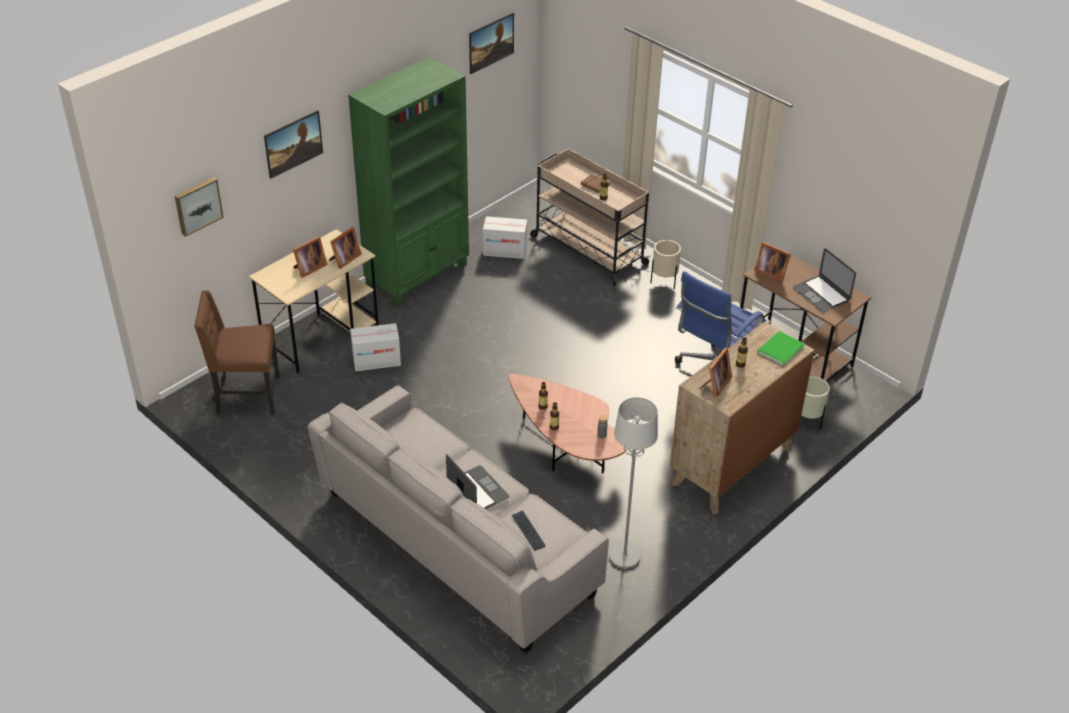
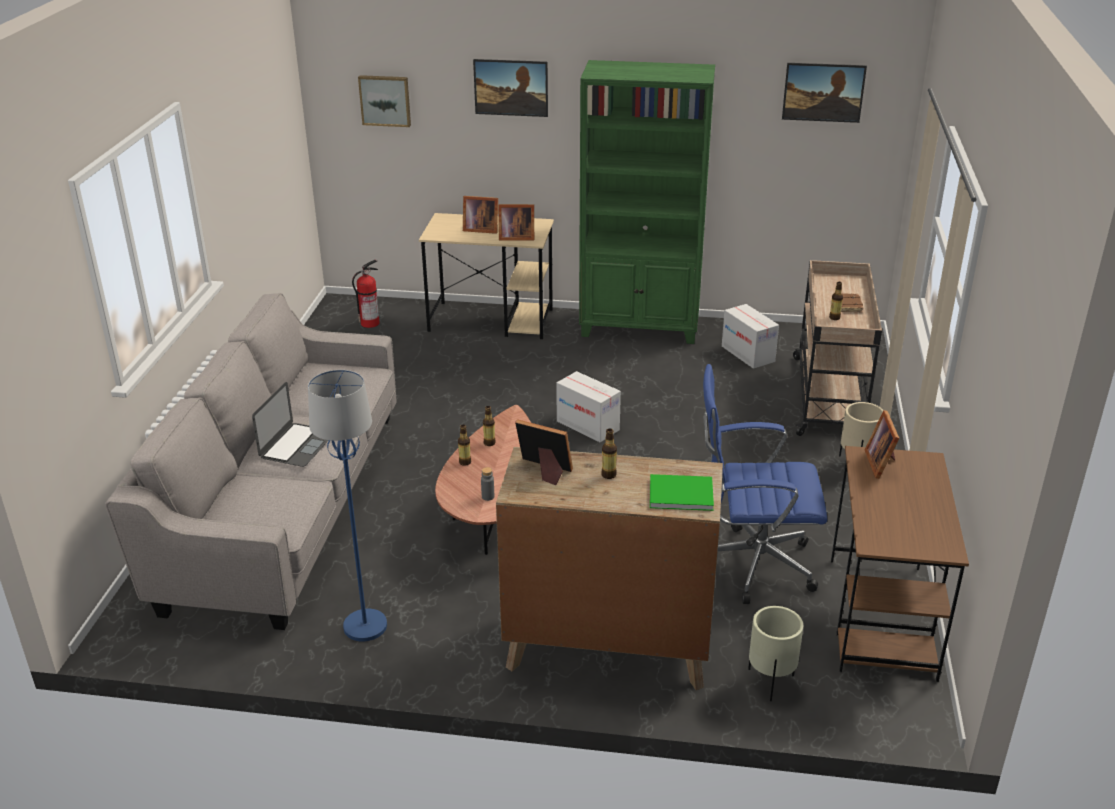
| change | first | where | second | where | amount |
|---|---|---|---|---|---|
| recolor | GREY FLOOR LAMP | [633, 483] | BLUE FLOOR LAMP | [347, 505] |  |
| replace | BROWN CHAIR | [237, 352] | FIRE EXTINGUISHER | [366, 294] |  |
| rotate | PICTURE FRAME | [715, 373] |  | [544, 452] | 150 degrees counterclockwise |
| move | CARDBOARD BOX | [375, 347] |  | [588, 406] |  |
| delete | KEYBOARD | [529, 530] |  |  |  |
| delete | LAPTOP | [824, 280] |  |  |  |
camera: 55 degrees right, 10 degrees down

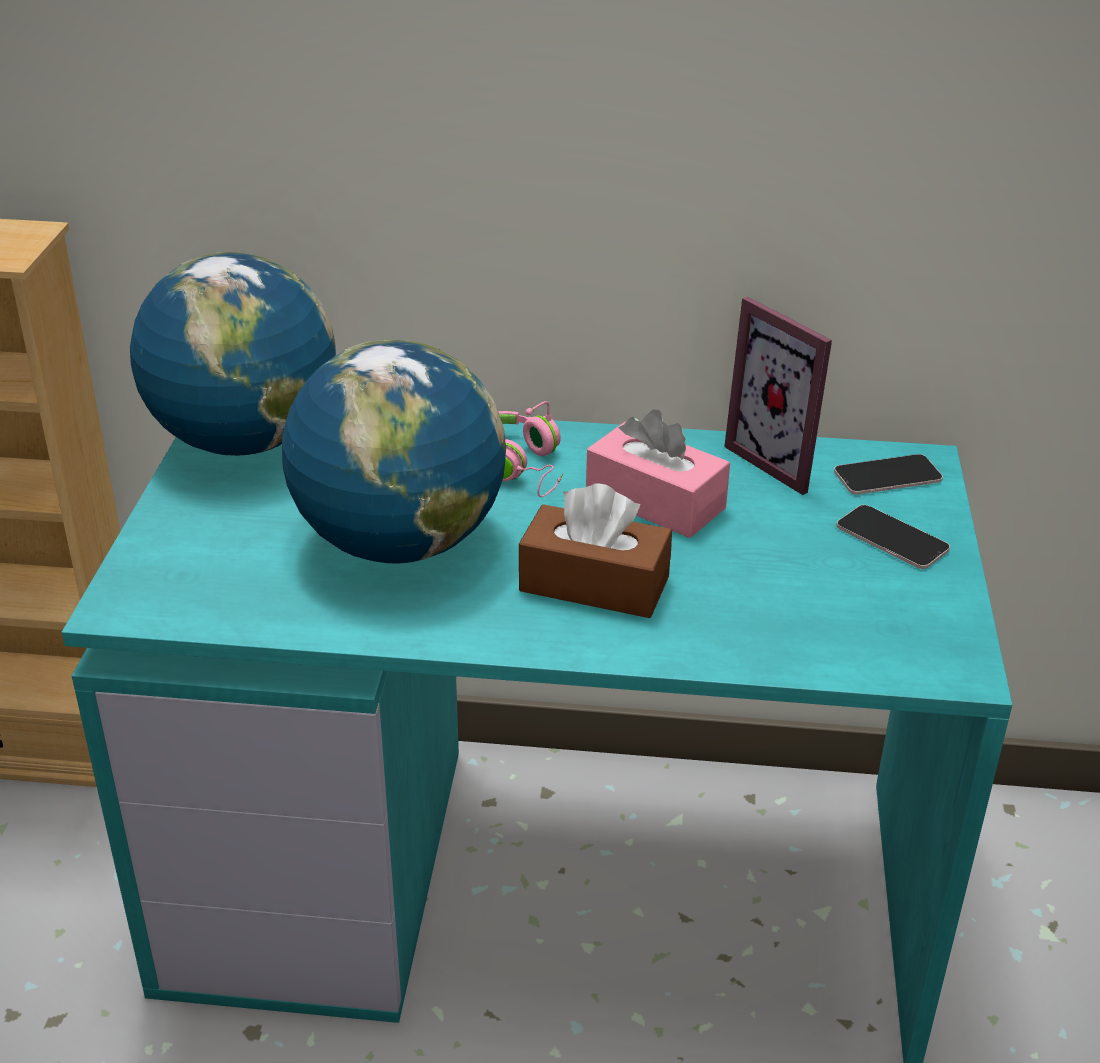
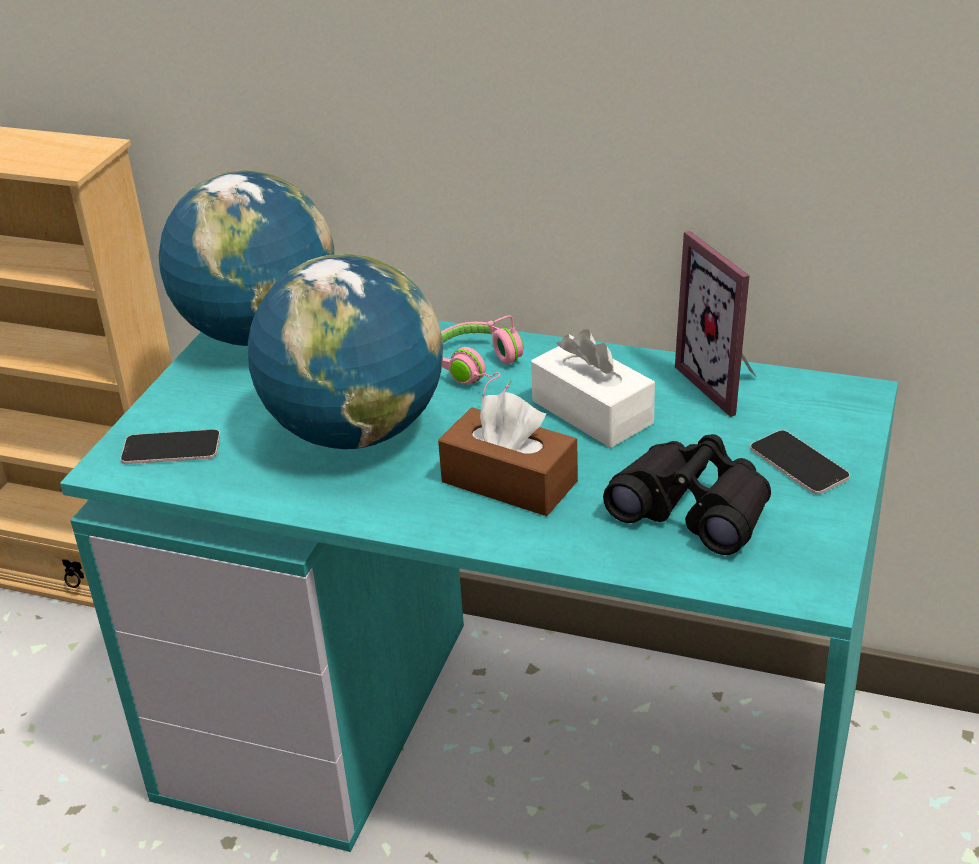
| change | first | where | second | where | amount |
|---|---|---|---|---|---|
| move | PHONE | [888, 474] |  | [170, 446] |  |
| recolor | PINK TISSUE BOX | [658, 474] | WHITE TISSUE BOX | [593, 388] |  |
| insert |  |  | BLACK BINOCULARS | [687, 494] |  |
camera: 15 degrees right, 0 degrees up

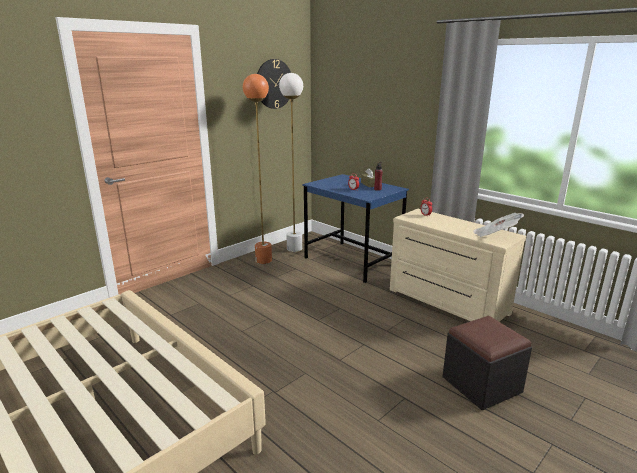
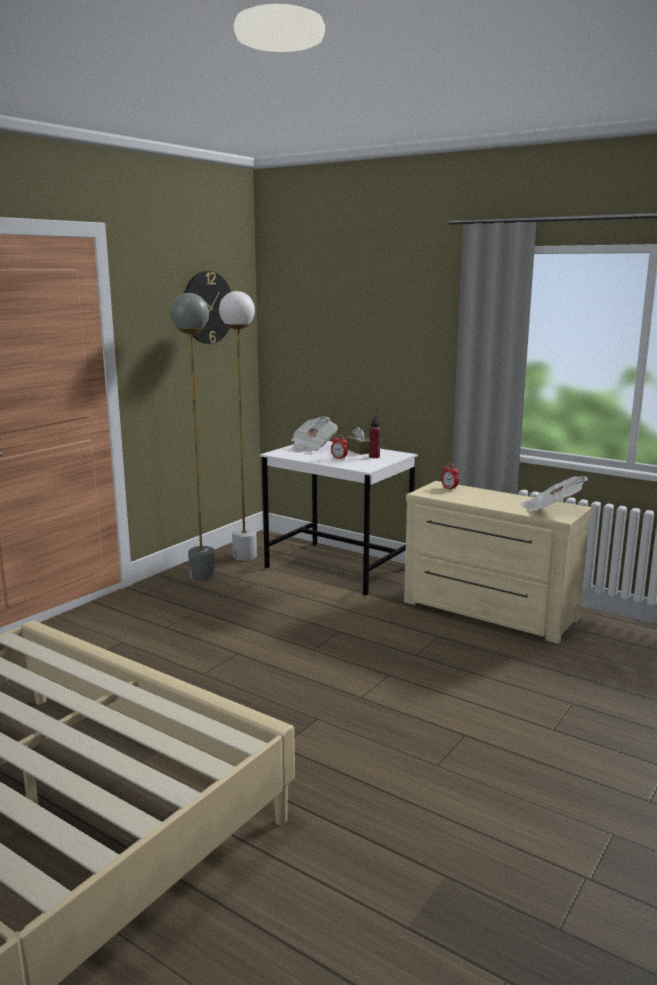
| change | first | where | second | where | amount |
|---|---|---|---|---|---|
| recolor | ORANGE FLOOR LAMP | [257, 169] | GREY FLOOR LAMP | [192, 436] |  |
| recolor | BLUE DESK | [355, 228] | WHITE DESK | [339, 518] |  |
| insert |  |  | NEWSPAPER | [314, 435] |  |
| delete | BLACK OTTOMAN | [487, 363] |  |  |  |
camera: 10 degrees left, 5 degrees down

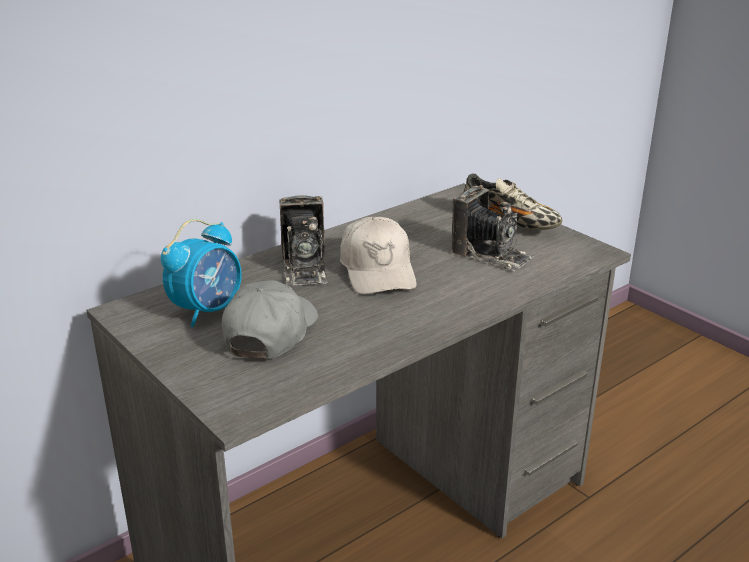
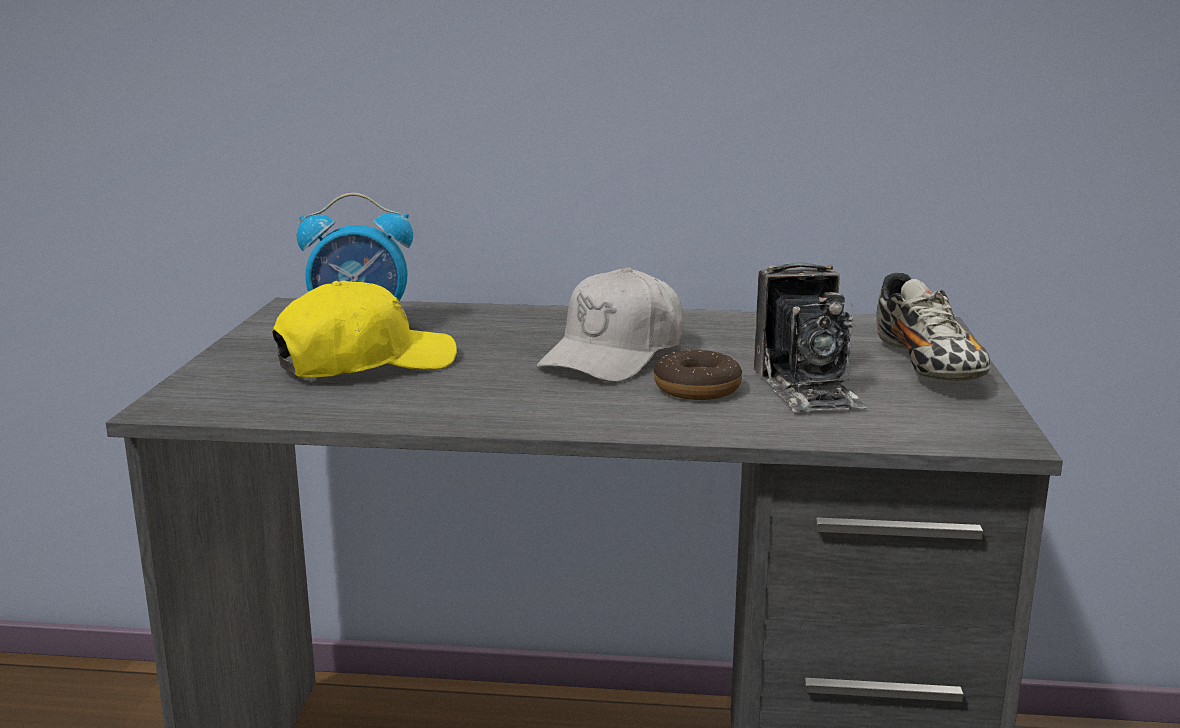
| change | first | where | second | where | amount |
|---|---|---|---|---|---|
| recolor | GREY CAP | [270, 319] | YELLOW CAP | [364, 329] |  |
| insert |  |  | DONUT | [698, 375] |  |
| delete | PHOTO CAMERA | [304, 240] |  |  |  |
camera: 45 degrees right, 10 degrees down

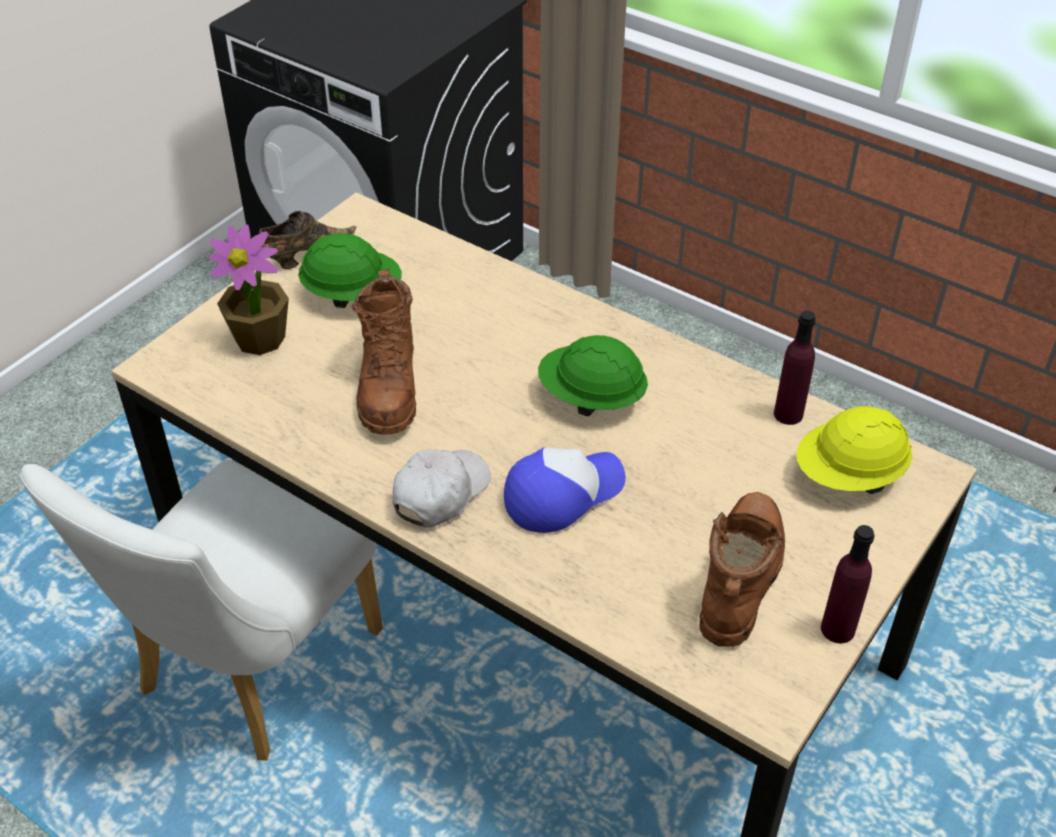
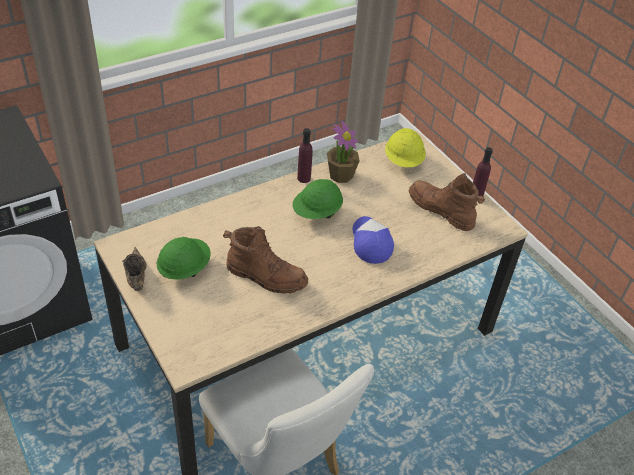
| change | first | where | second | where | amount |
|---|---|---|---|---|---|
| move | PURPLE BOTTLE | [795, 368] |  | [305, 155] |  |
| move | POTTED PLANT | [249, 289] |  | [343, 151] |  |
| delete | WHITE CAP | [441, 489] |  |  |  |
camera: 70 degrees left, 0 degrees up

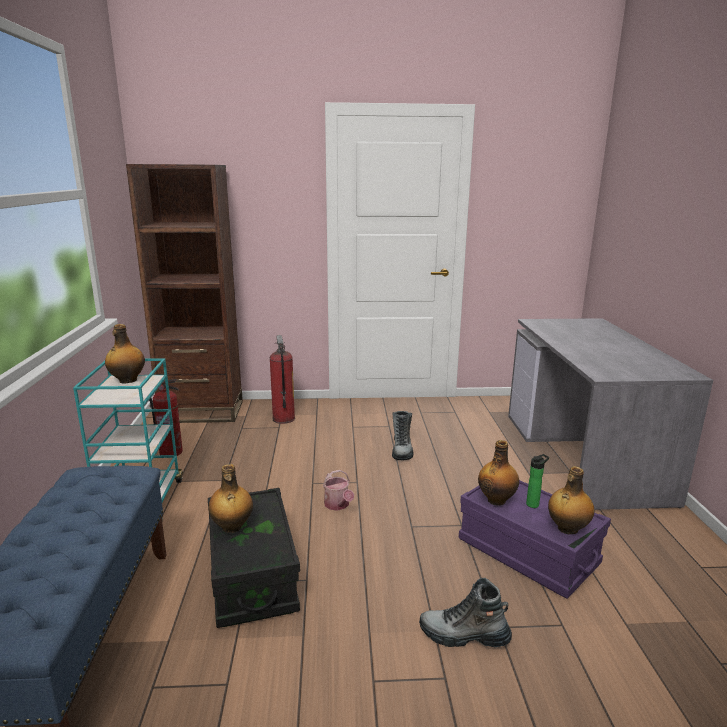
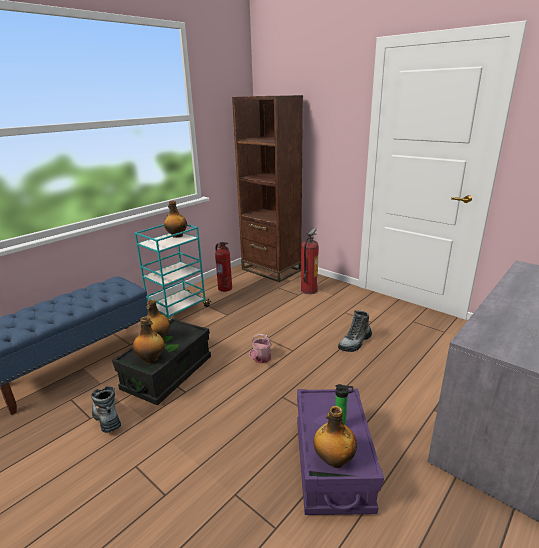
| change | first | where | second | where | amount |
|---|---|---|---|---|---|
| move | BOOT | [465, 612] |  | [106, 409] |  |
| move | BOTTLE | [498, 473] |  | [148, 340] |  |
camera: 45 degrees right, 5 degrees up

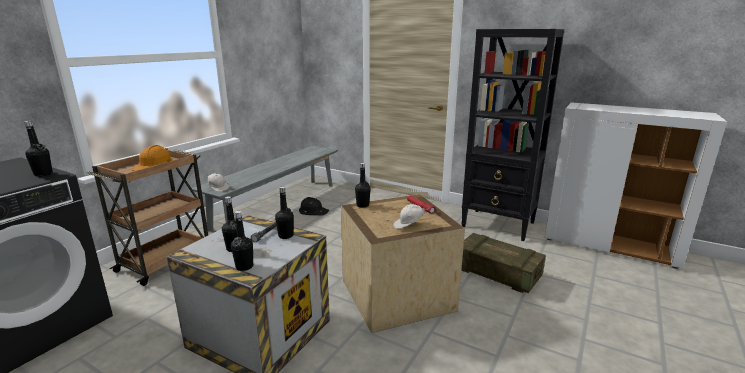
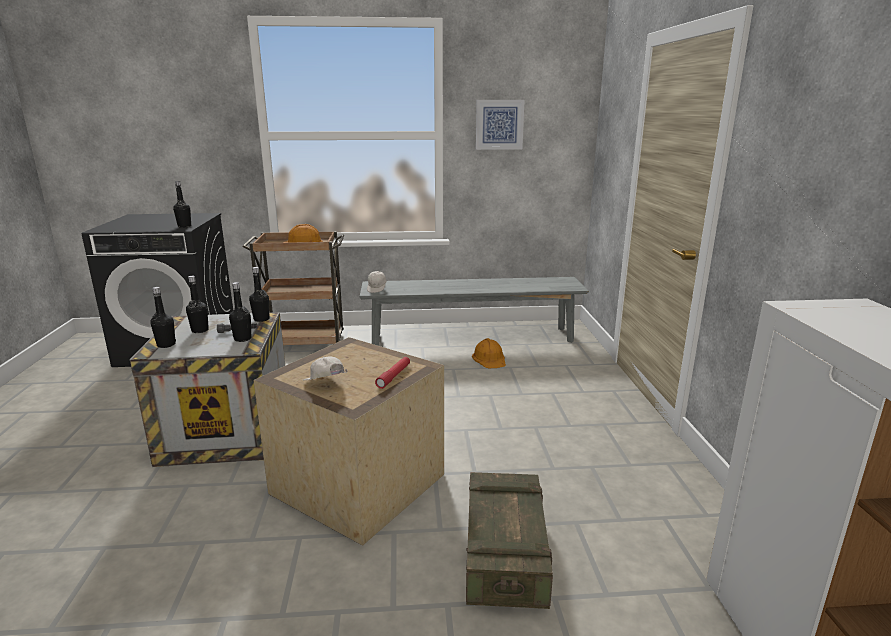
| change | first | where | second | where | amount |
|---|---|---|---|---|---|
| move | BLACK BOTTLE | [363, 185] |  | [259, 294] |  |
| recolor | BLACK HARD HAT | [314, 206] | ORANGE HARD HAT | [489, 353] |  |
| insert |  |  | PICTURE | [500, 125] |  |
| delete | BLACK BOOKCASE | [512, 135] |  |  |  |
camera: 55 degrees right, 0 degrees up

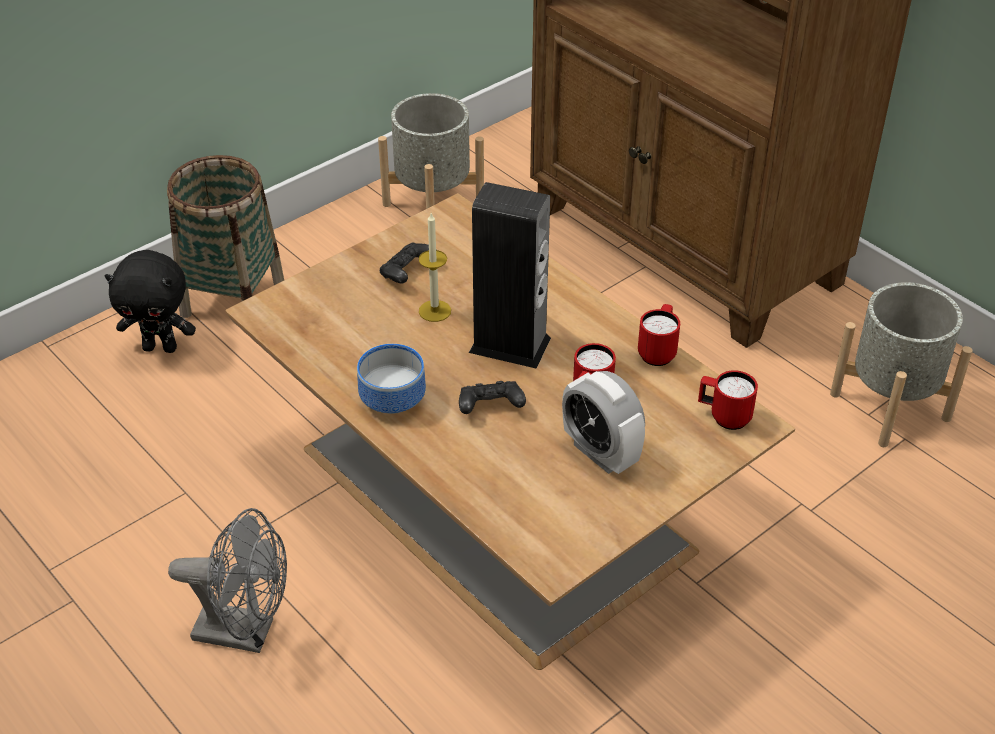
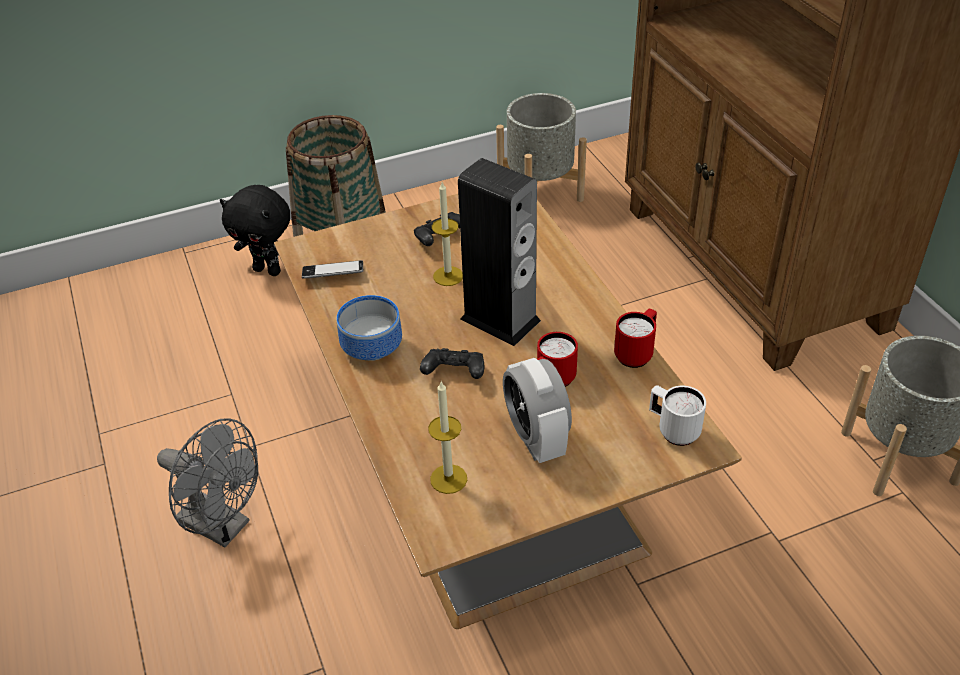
| change | first | where | second | where | amount |
|---|---|---|---|---|---|
| insert |  |  | PHONE | [332, 269] |  |
| insert |  |  | CANDLE | [447, 438] |  |
| recolor | RED MUG | [728, 400] | WHITE MUG | [677, 416] |  |
camera: 20 degrees right, 0 degrees up

